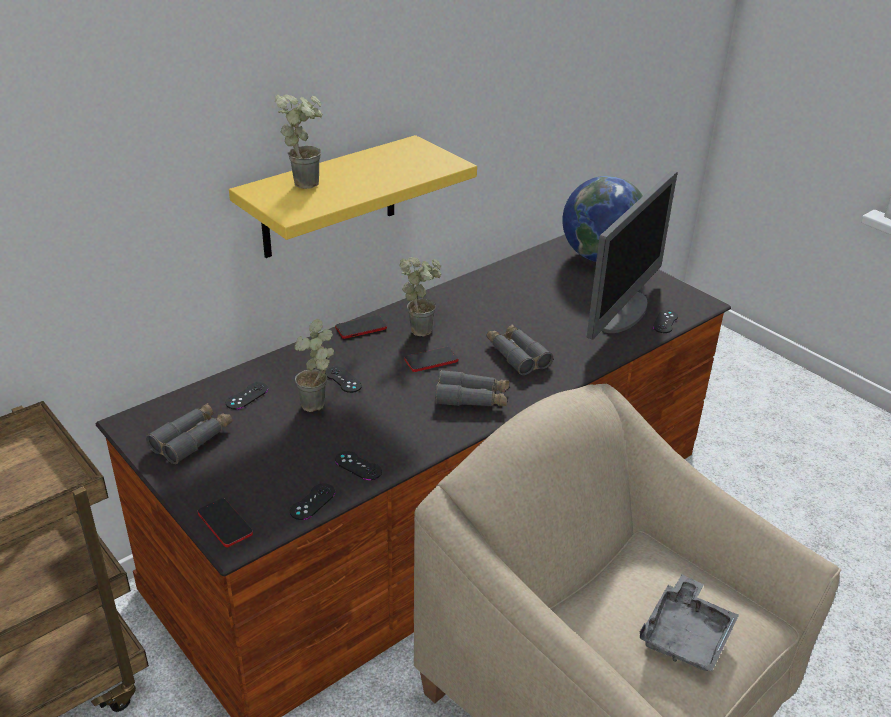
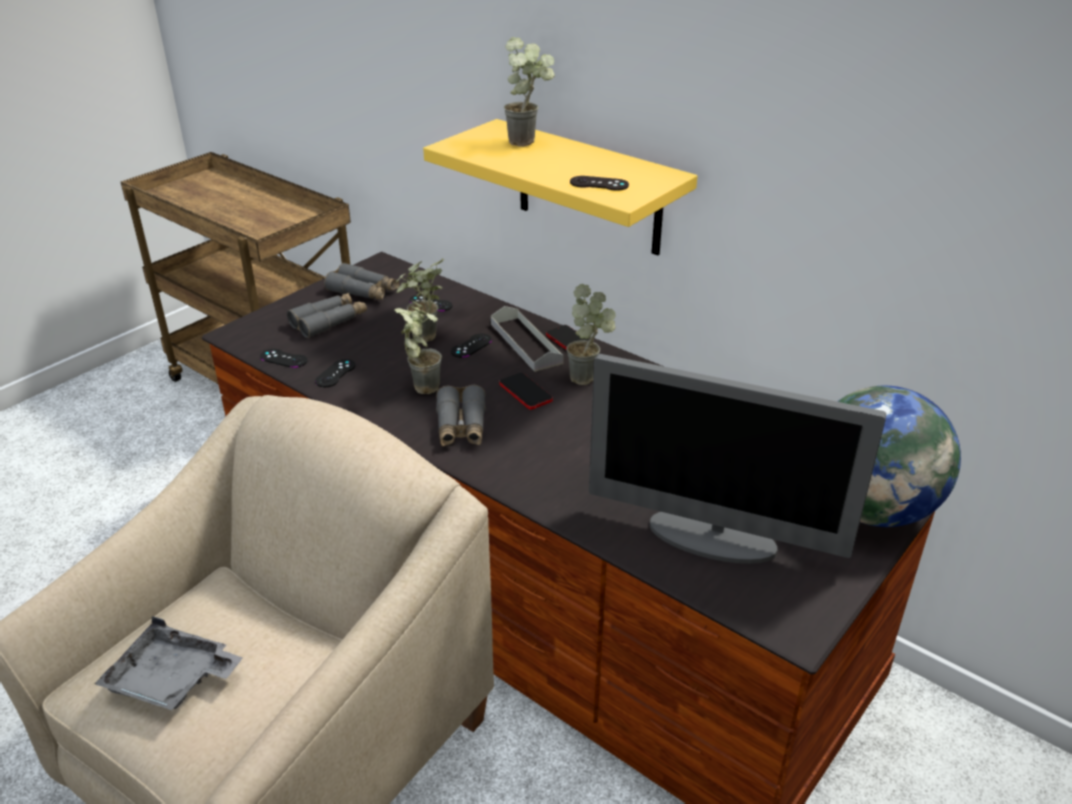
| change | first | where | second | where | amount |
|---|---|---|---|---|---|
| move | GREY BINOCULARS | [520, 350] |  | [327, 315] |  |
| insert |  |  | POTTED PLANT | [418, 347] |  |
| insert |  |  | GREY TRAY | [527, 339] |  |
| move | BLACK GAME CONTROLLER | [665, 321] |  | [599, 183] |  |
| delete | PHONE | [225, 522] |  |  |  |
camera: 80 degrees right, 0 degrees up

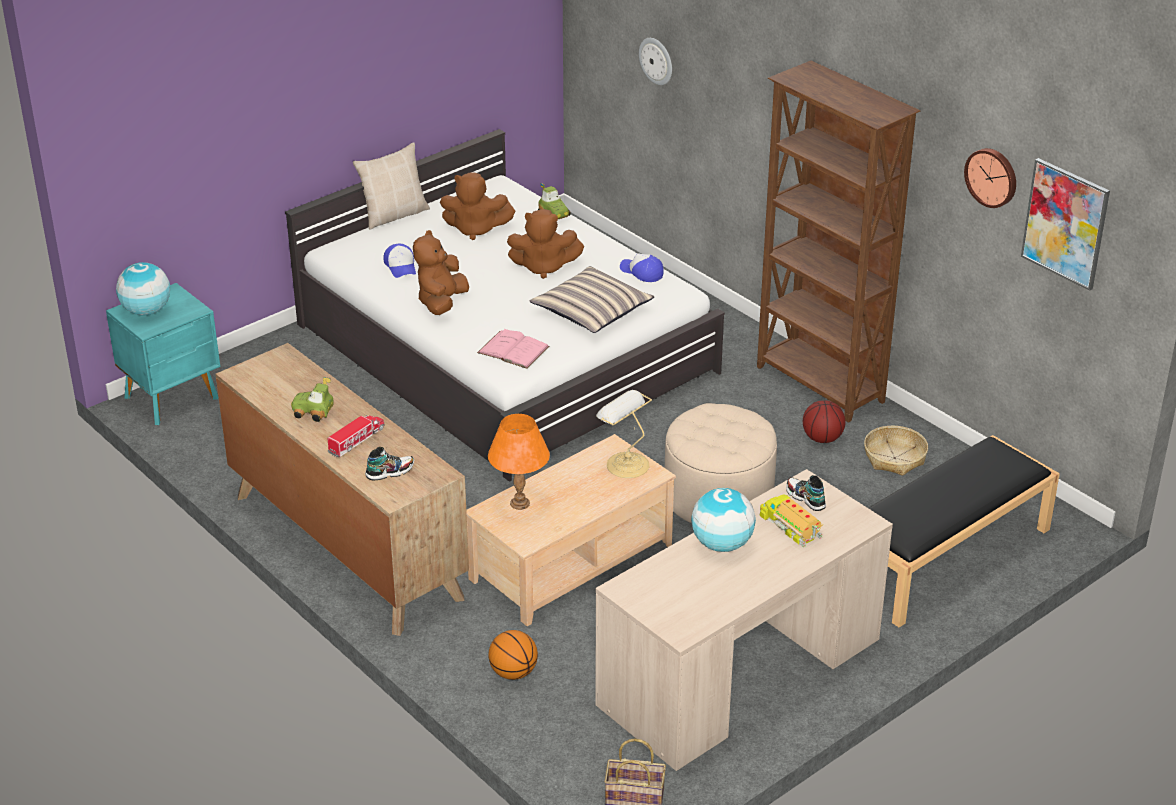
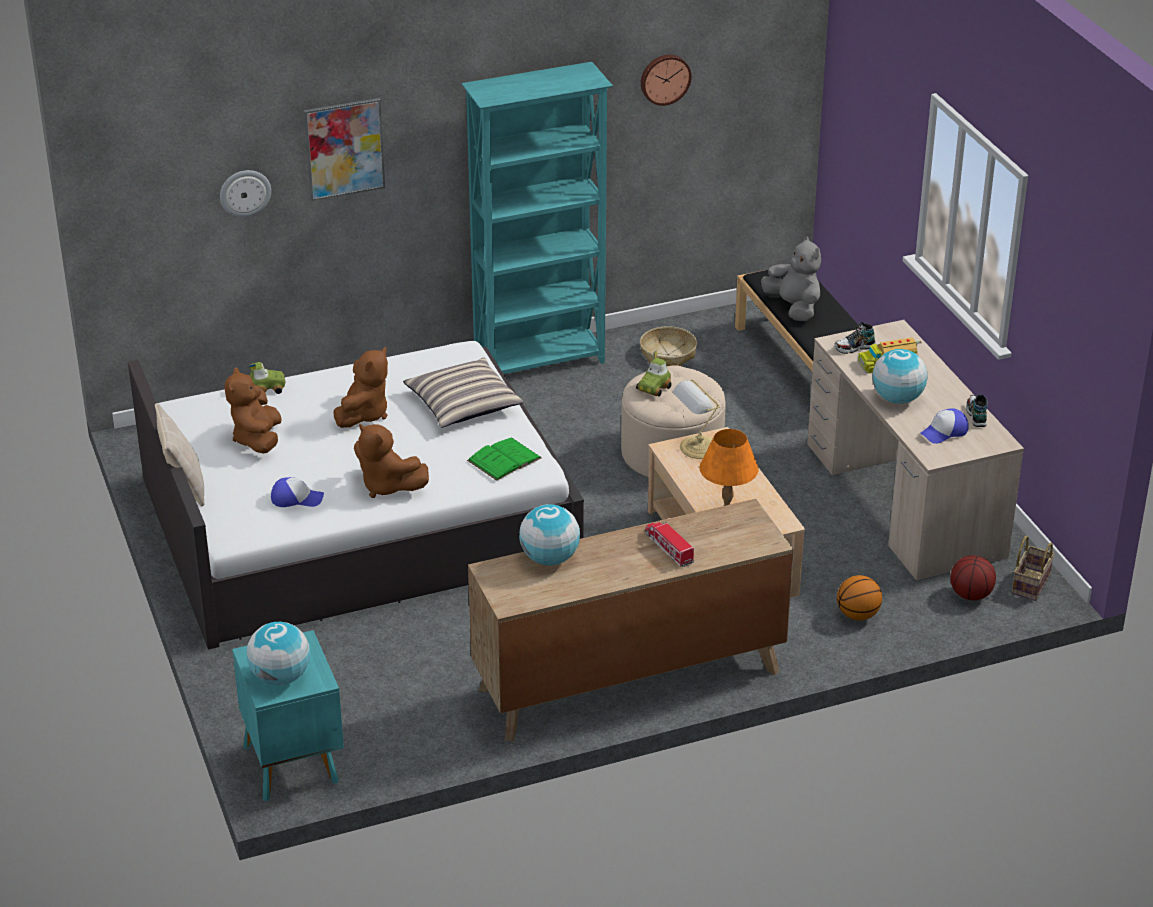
| change | first | where | second | where | amount |
|---|---|---|---|---|---|
| rotate | BROWN PLUSH TOY | [477, 206] |  | [253, 410] | 150 degrees clockwise |
| move | PICTURE | [1065, 224] |  | [344, 149] |  |
| recolor | BROWN BOOKCASE | [838, 241] | TURQUOISE BOOKCASE | [537, 218] |  |
| recolor | PINK BOOK | [513, 349] | GREEN BOOK | [504, 459] |  |
| insert |  |  | GLOBE | [549, 534] |  |
| move | TOY CAR | [312, 399] |  | [654, 374] |  |
| insert |  |  | GREY PLUSH TOY | [791, 278] |  |
| move | CAP | [642, 267] |  | [944, 426] |  |
| move | BASKETBALL | [824, 422] |  | [973, 578] |  |
| move | SHOE | [389, 464] |  | [977, 410] |  |
camera: 70 degrees left, 0 degrees up

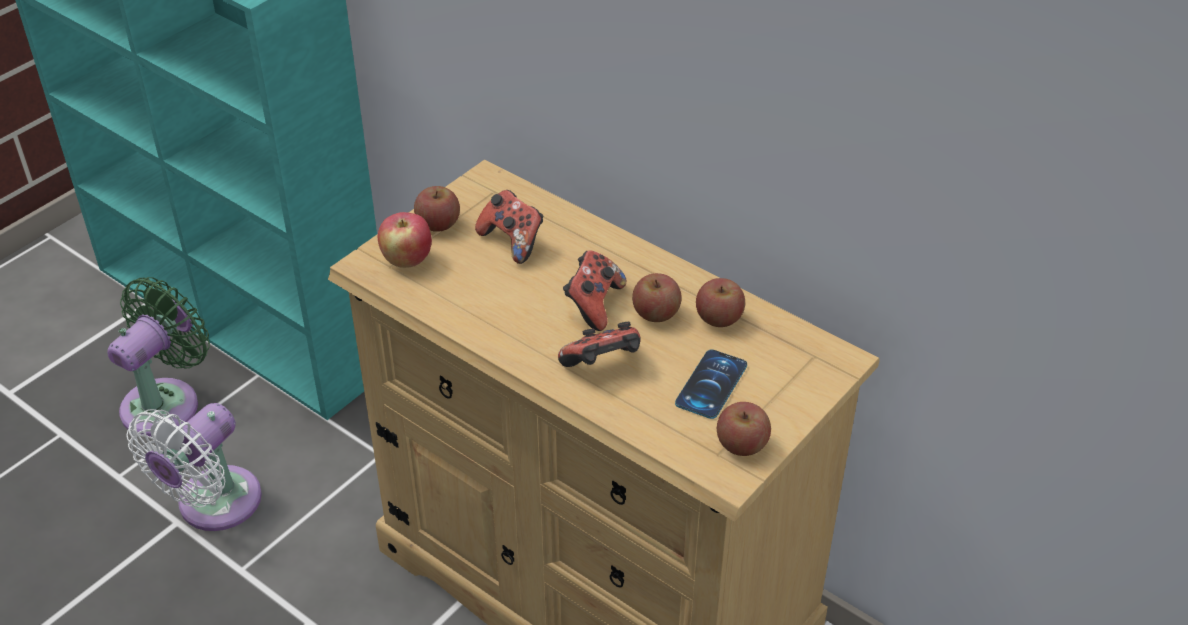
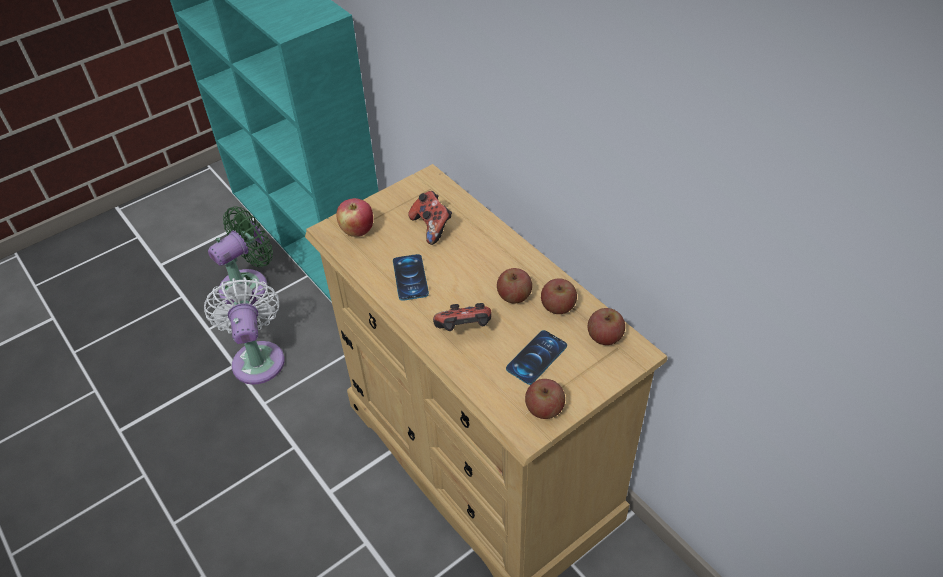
| change | first | where | second | where | amount |
|---|---|---|---|---|---|
| rotate | WHITE FAN | [194, 467] |  | [244, 331] | 120 degrees clockwise |
| insert |  |  | PHONE | [411, 277] |  |
| move | APPLE | [437, 209] |  | [606, 326] |  |
| delete | GAME CONTROLLER | [594, 291] |  |  |  |
camera: 15 degrees right, 5 degrees up

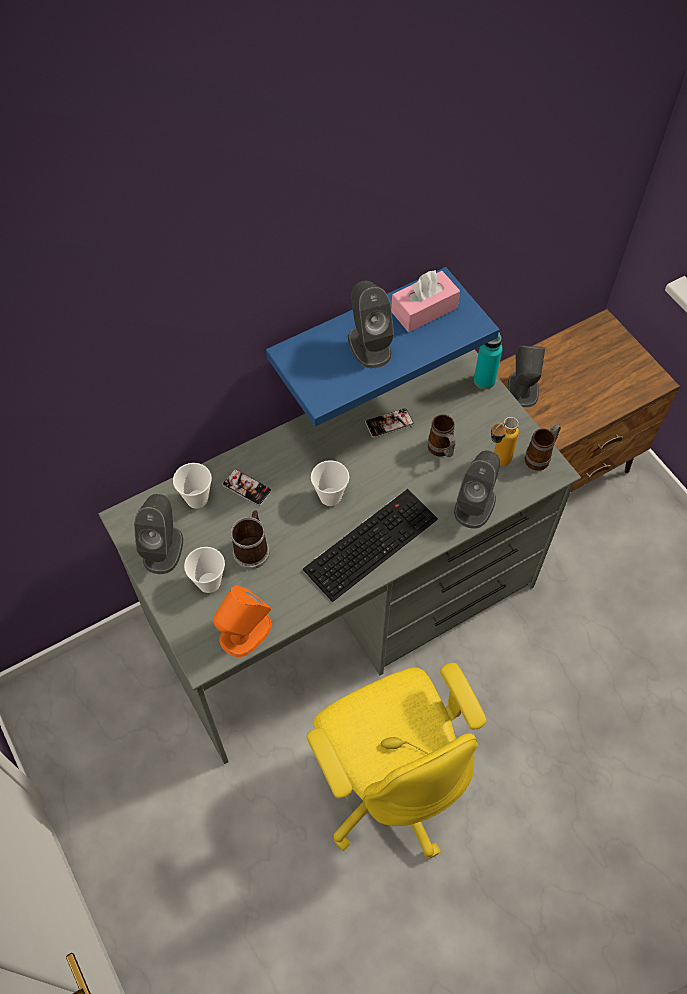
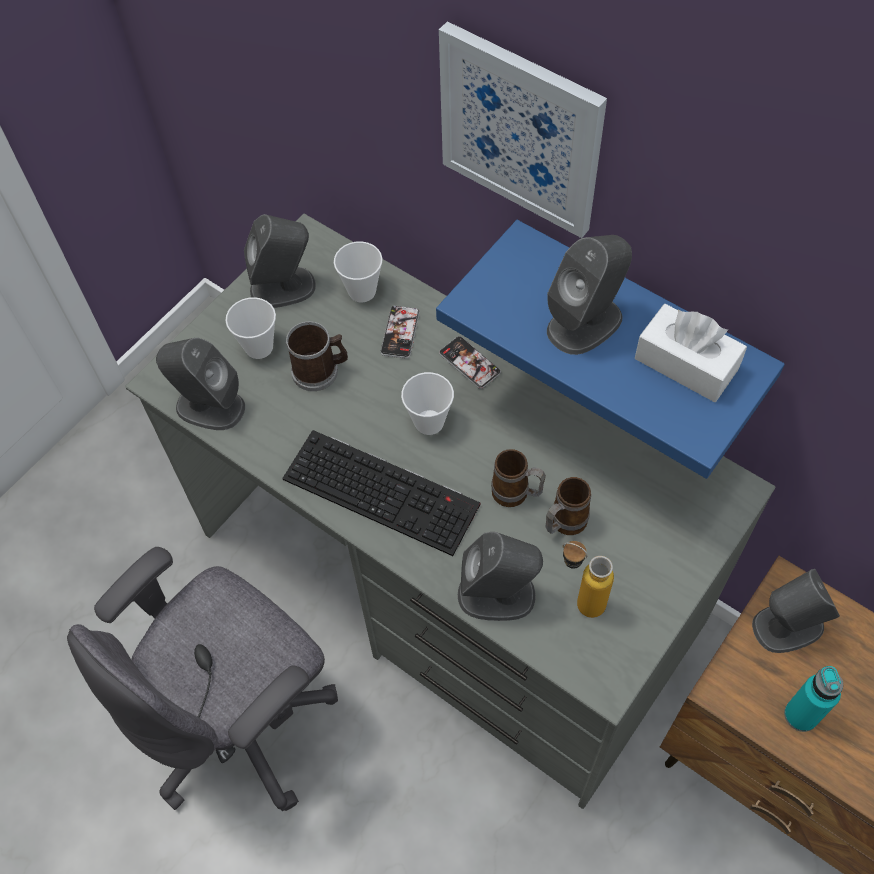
| change | first | where | second | where | amount |
|---|---|---|---|---|---|
| recolor | YELLOW OFFICE CHAIR | [397, 761] | GREY OFFICE CHAIR | [202, 679] |  |
| recolor | ORANGE SPEAKER | [242, 621] | GREY SPEAKER | [200, 384] |  |
| insert |  |  | PICTURE | [523, 129] |  |
| move | PHONE | [389, 423] |  | [470, 362] |  |
| move | MUG | [543, 447] |  | [518, 478] |  |
| recolor | PINK TISSUE BOX | [425, 301] | WHITE TISSUE BOX | [691, 353] |  |
| move | TURQUOISE BOTTLE | [488, 361] |  | [813, 699] |  |
camera: 70 degrees right, 0 degrees up

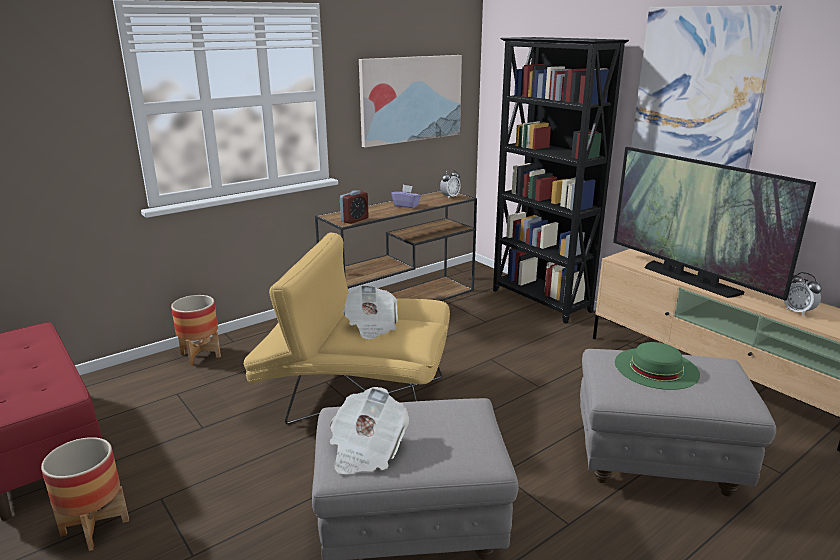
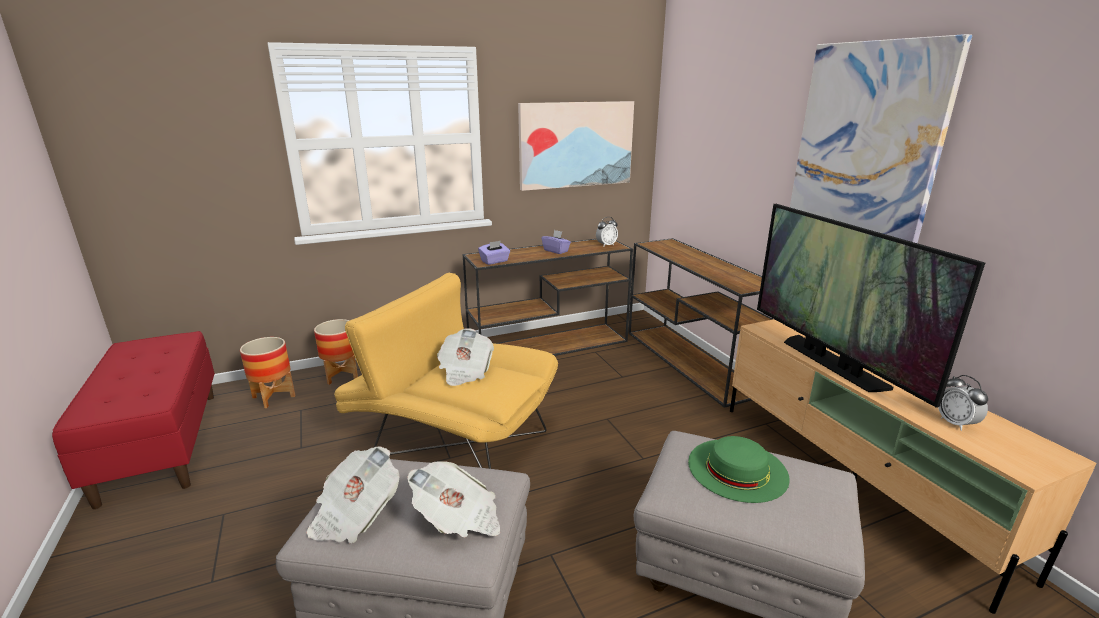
| change | first | where | second | where | amount |
|---|---|---|---|---|---|
| move | PLANTER | [85, 494] |  | [268, 372] |  |
| insert |  |  | NEWSPAPER | [453, 499] |  |
| replace | ALARM CLOCK | [354, 207] | PURPLE TISSUE BOX | [494, 253] |  |
| replace | BLACK BOOKCASE | [561, 180] | BROWN CONSOLE TABLE | [700, 323] |  |
camera: 15 degrees right, 0 degrees up

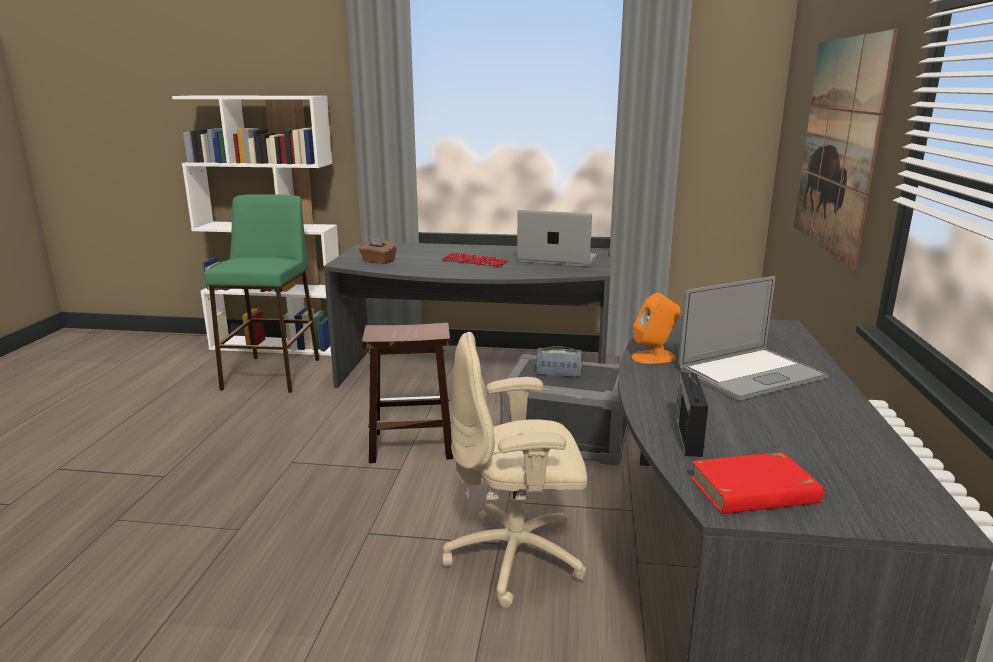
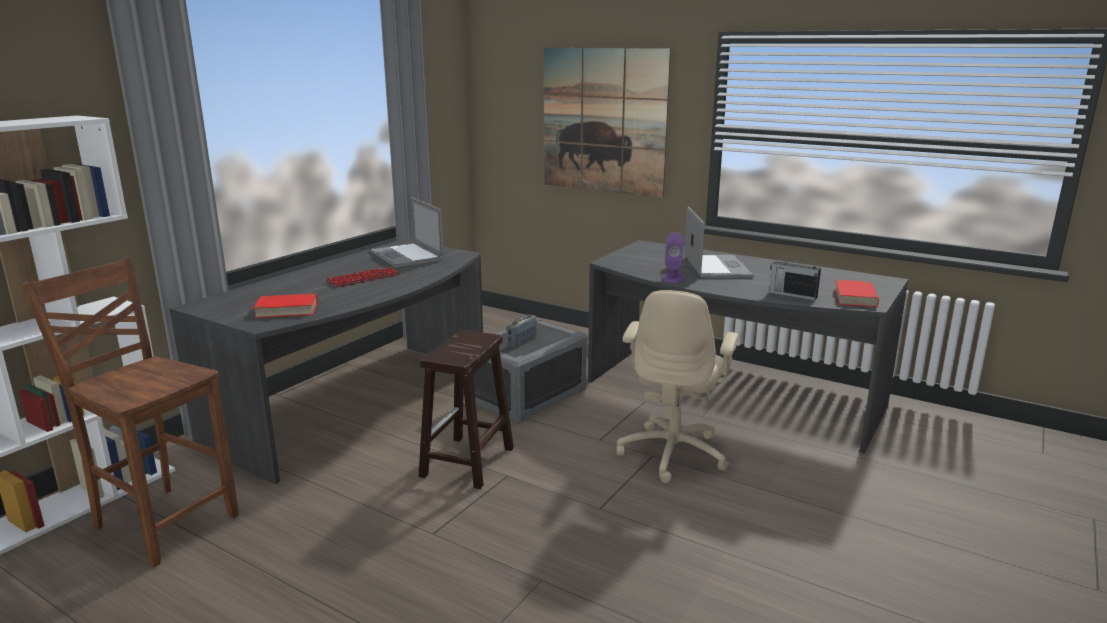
| change | first | where | second | where | amount |
|---|---|---|---|---|---|
| replace | GREEN STOOL | [261, 293] | BROWN CHAIR | [130, 412] |  |
| replace | BROWN TISSUE BOX | [378, 250] | RED BOOK | [283, 306] |  |
| rotate | LAPTOP | [557, 238] |  | [407, 232] | 75 degrees counterclockwise |
| recolor | ORANGE SPEAKER | [656, 328] | PURPLE SPEAKER | [673, 257] |  |
camera: 65 degrees left, 0 degrees up

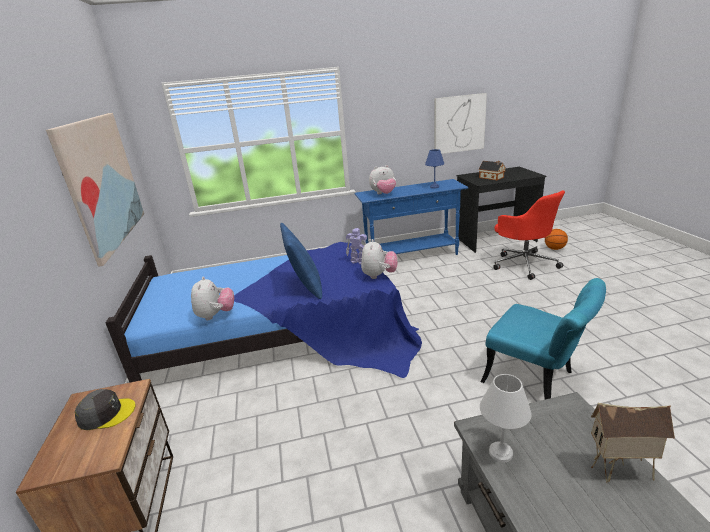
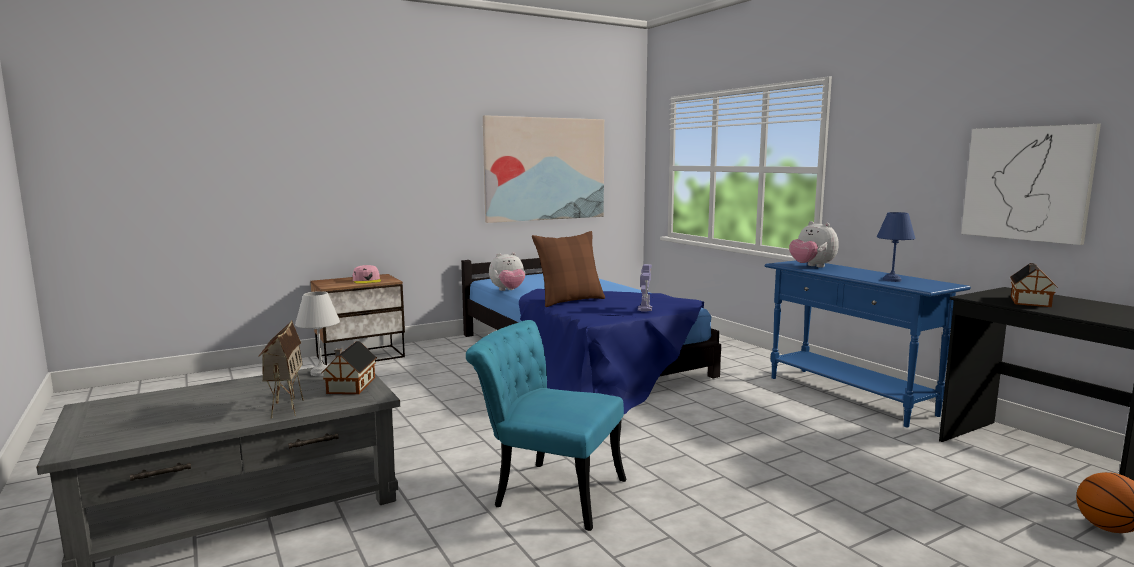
| change | first | where | second | where | amount |
|---|---|---|---|---|---|
| insert |  |  | TOY HOUSE | [349, 367] |  |
| recolor | GREY CAP | [105, 409] | PINK CAP | [367, 274] |  |
| rotate | TURQUOISE CHAIR | [543, 338] |  | [546, 425] | 90 degrees clockwise |
| recolor | BLUE PILLOW | [301, 261] | BROWN PILLOW | [568, 269] |  |
| delete | PLUSH TOY | [379, 259] |  |  |  |
| delete | RED OFFICE CHAIR | [529, 235] |  |  |  |
camera: 70 degrees right, 15 degrees down

